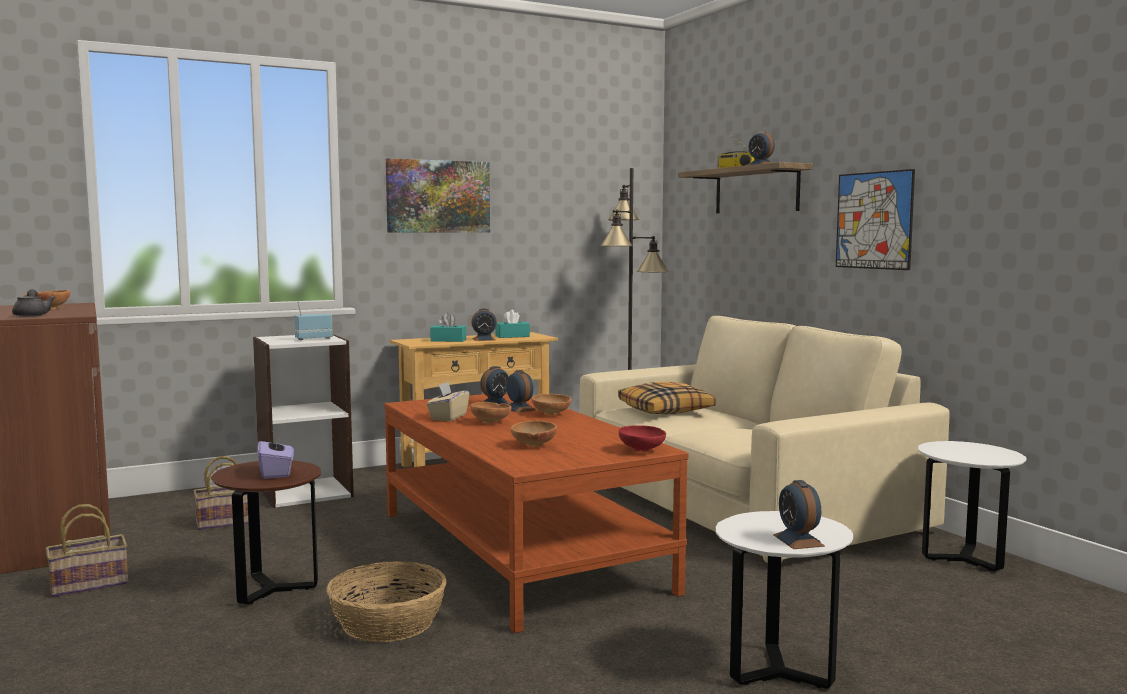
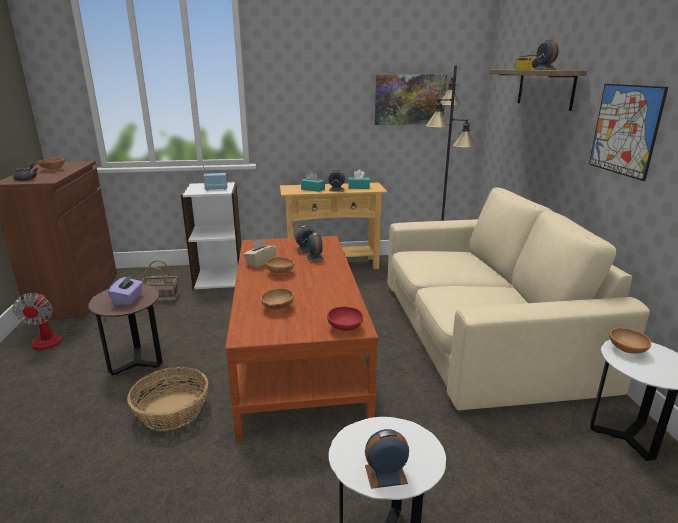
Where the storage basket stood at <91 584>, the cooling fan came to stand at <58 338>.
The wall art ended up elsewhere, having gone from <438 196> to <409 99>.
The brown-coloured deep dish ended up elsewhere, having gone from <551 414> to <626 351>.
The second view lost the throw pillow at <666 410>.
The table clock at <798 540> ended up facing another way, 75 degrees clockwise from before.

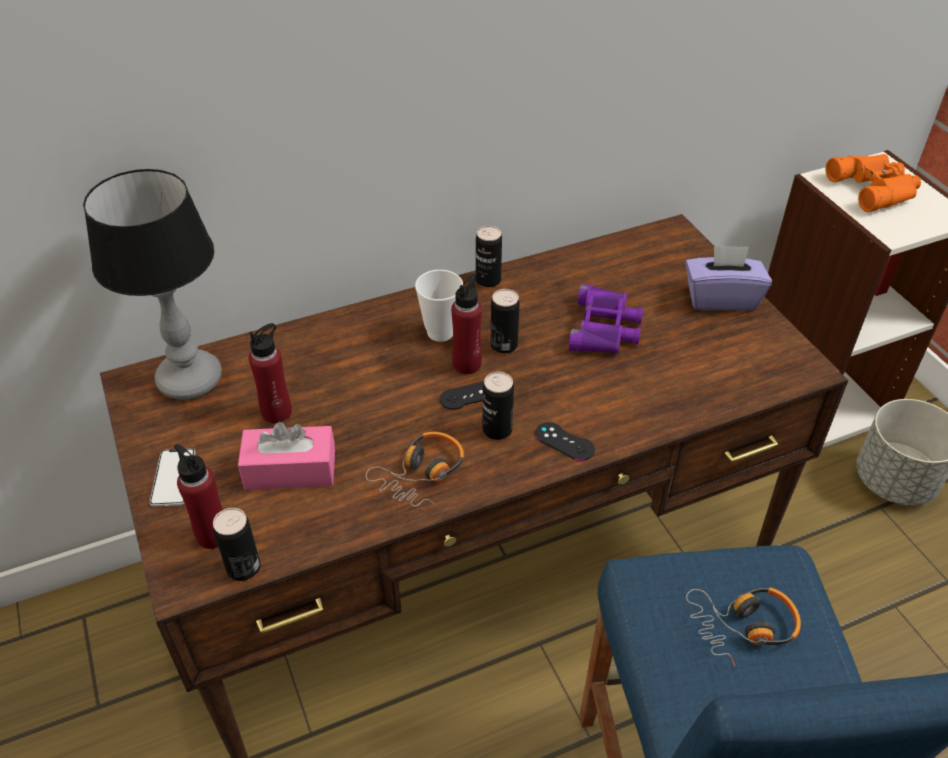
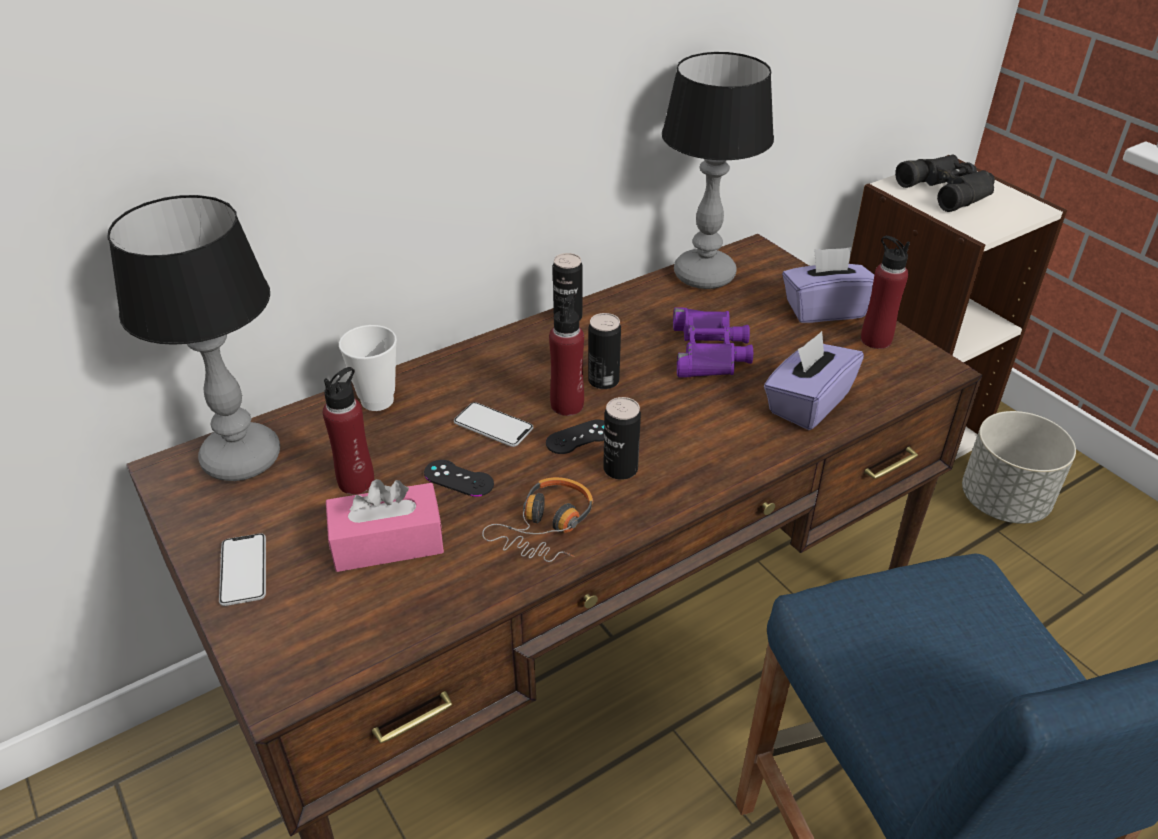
The red drink bottle ended up elsewhere, having gone from <213 535> to <875 339>.
The second view lost the sealed can at <243 567>.
The cup ended up elsewhere, having gone from <440 332> to <377 401>.
The black game controller ended up elsewhere, having gone from <564 441> to <458 478>.
The second view lost the headphones at <743 627>.
What was the orangey pair of binoculars at <875 188> turned into the black pair of binoculars at <949 190>.
The second view gained the telephone at <493 426>.
The second view gained the table lamp at <703 275>.
The second view gained the purple box of tissues at <807 403>.

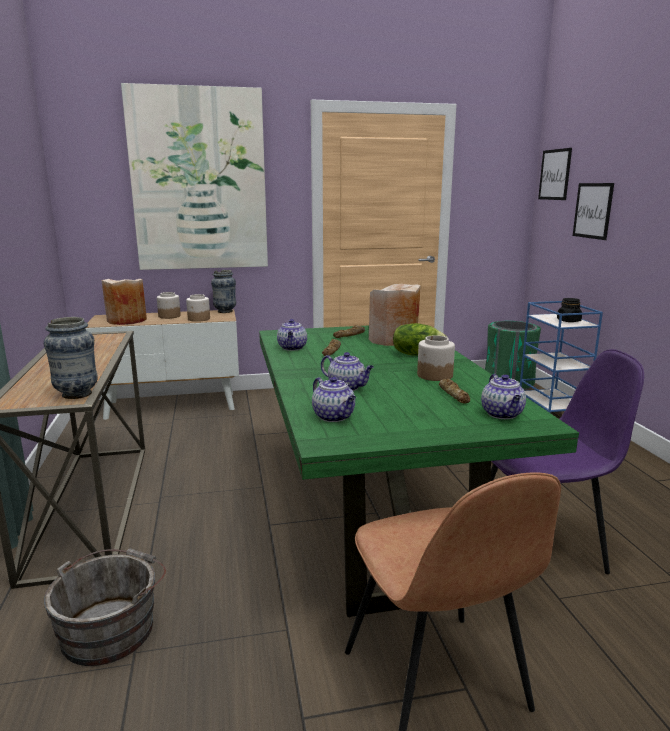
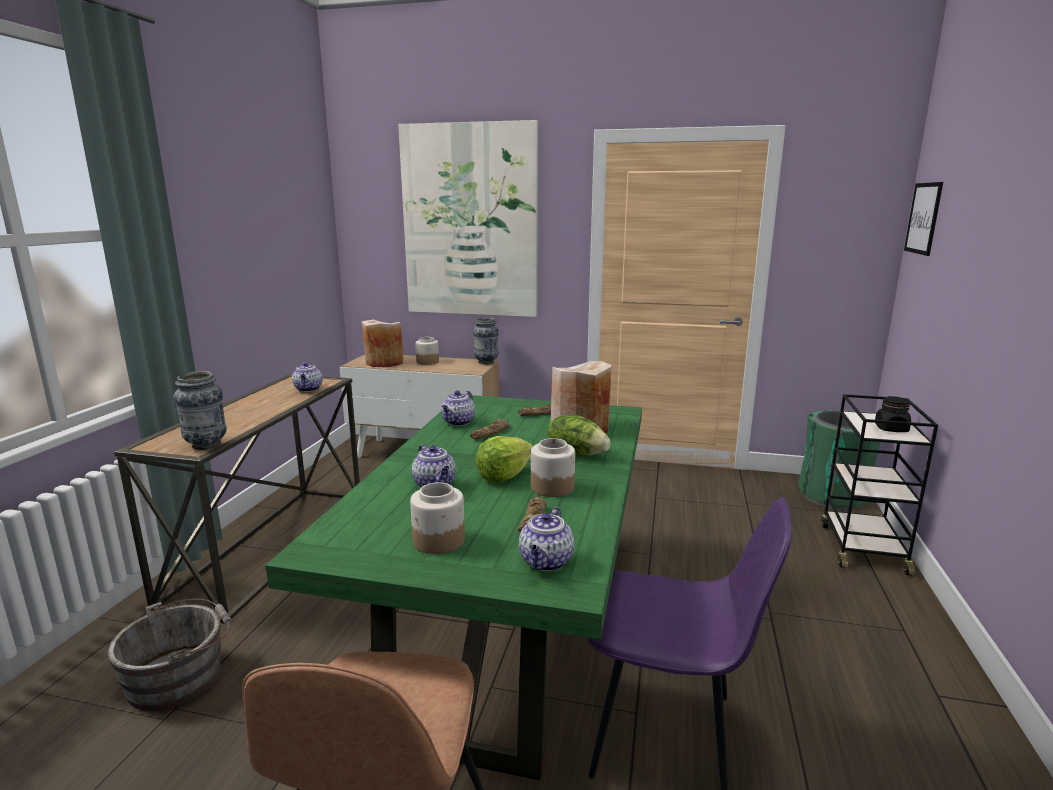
The storage jar ended up elsewhere, having gone from <199 319> to <438 541>.
The tea pot ended up elsewhere, having gone from <334 417> to <308 389>.
What was the blue trolley at <551 411> turned into the black trolley at <862 548>.
The second view lost the wall art at <593 210>.
The second view gained the lettuce head at <504 476>.

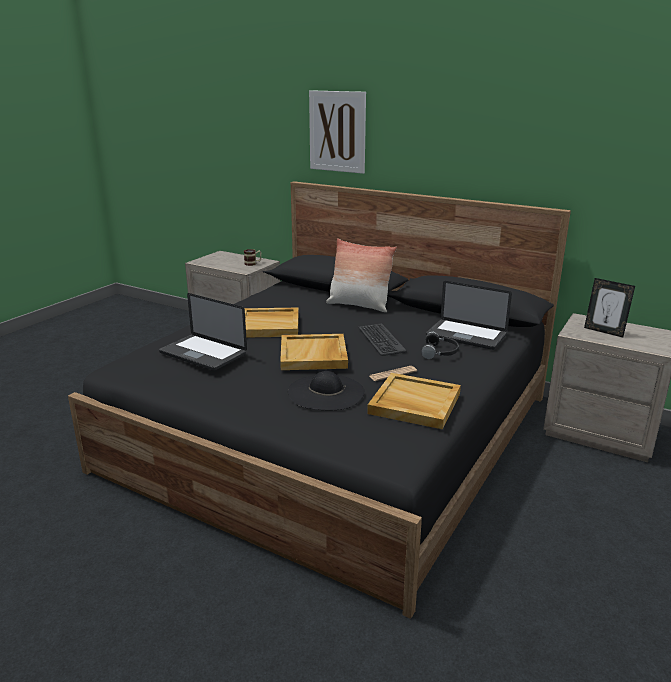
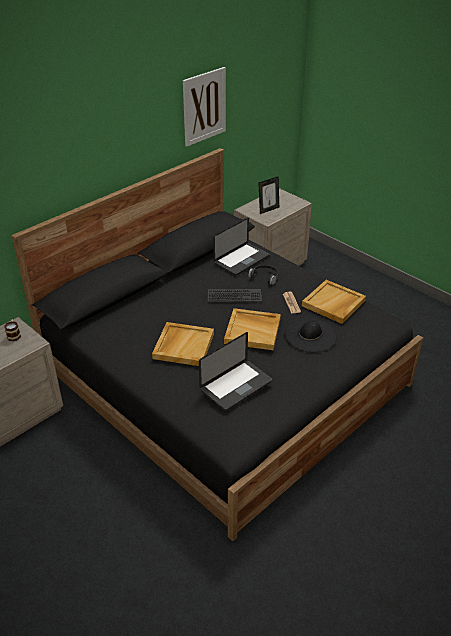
The wall art ended up elsewhere, having gone from <337 131> to <204 106>.
The second view lost the throw pillow at <359 305>.

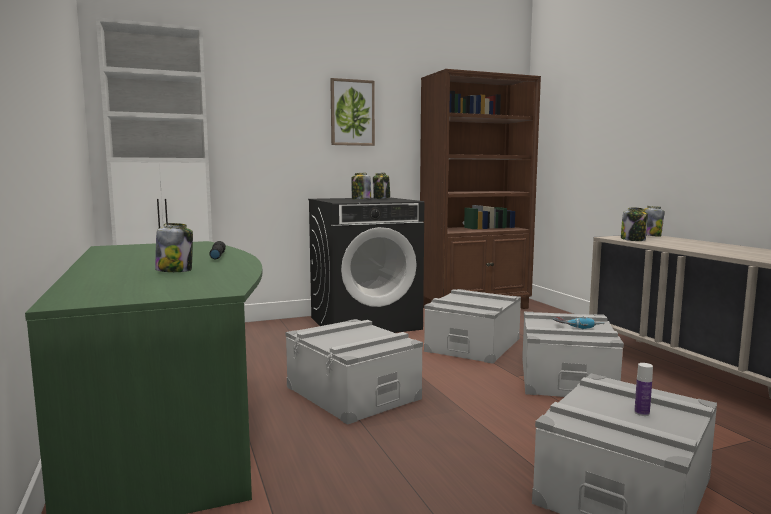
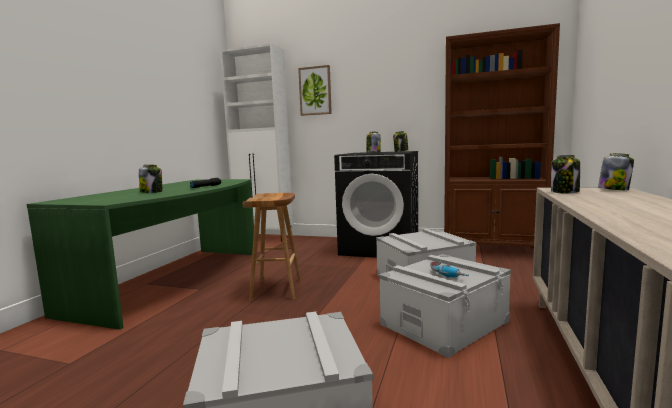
Where the gray storage box stood at <353 393>, the brown-coloured stool seat came to stand at <277 290>.
The wall art ended up elsewhere, having gone from <352 112> to <315 91>.
The second view lost the drink bottle at <641 413>.

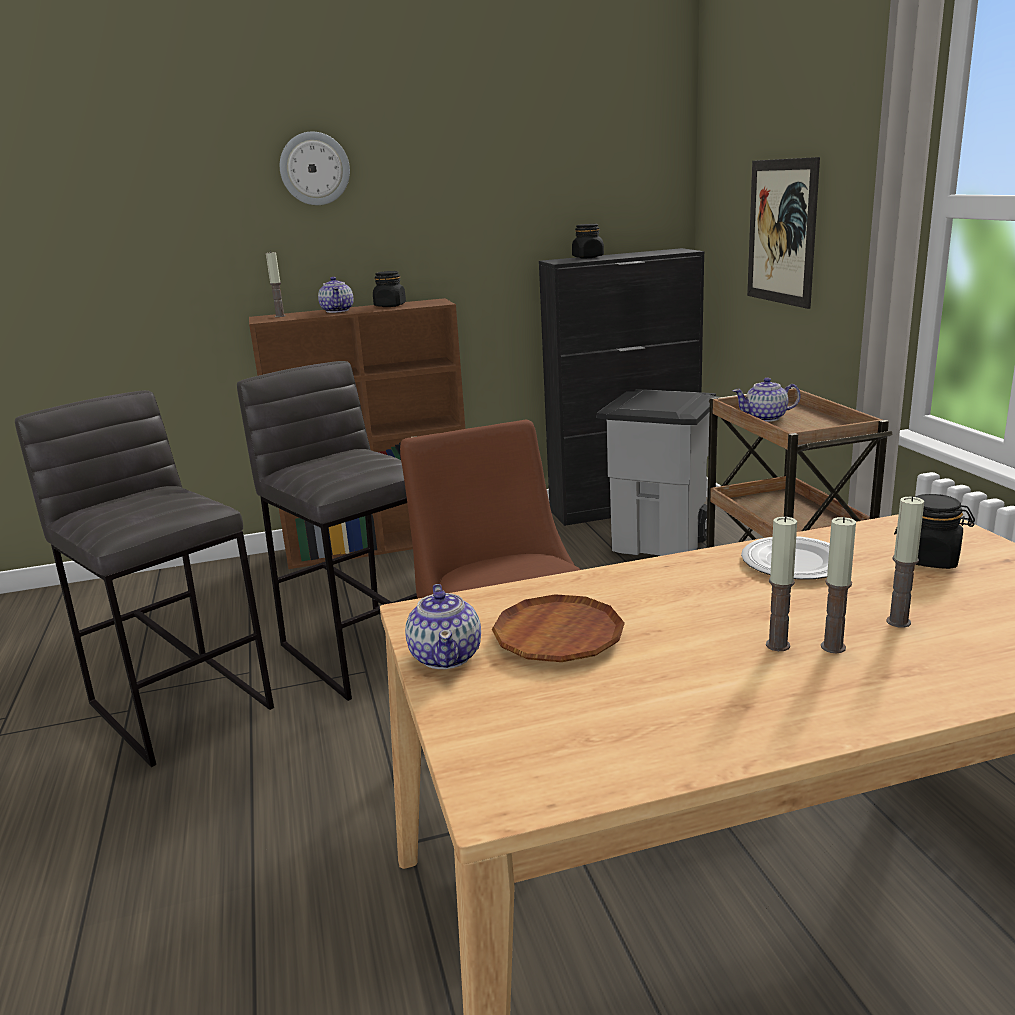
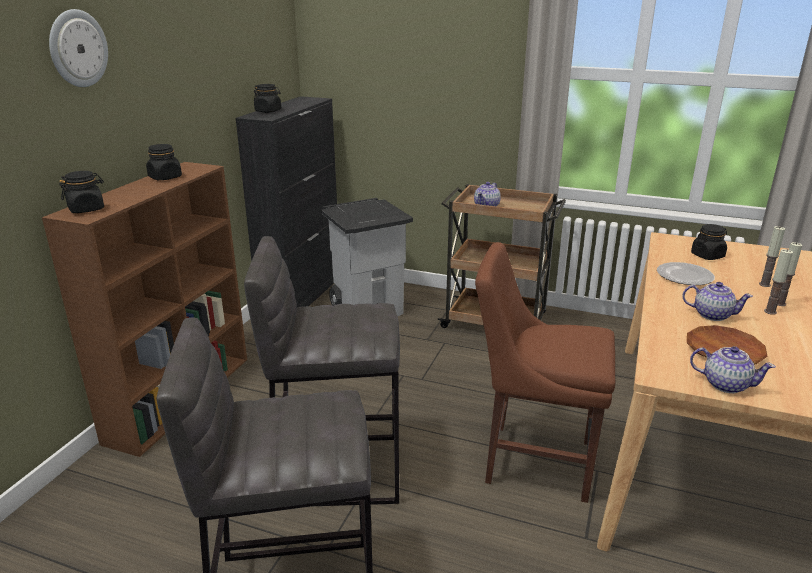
Where the wax candle stood at <280 316>, the black storage jar came to stand at <86 209>.
The tea pot ended up elsewhere, having gone from <337 310> to <712 315>.
The second view lost the wall art at <781 232>.

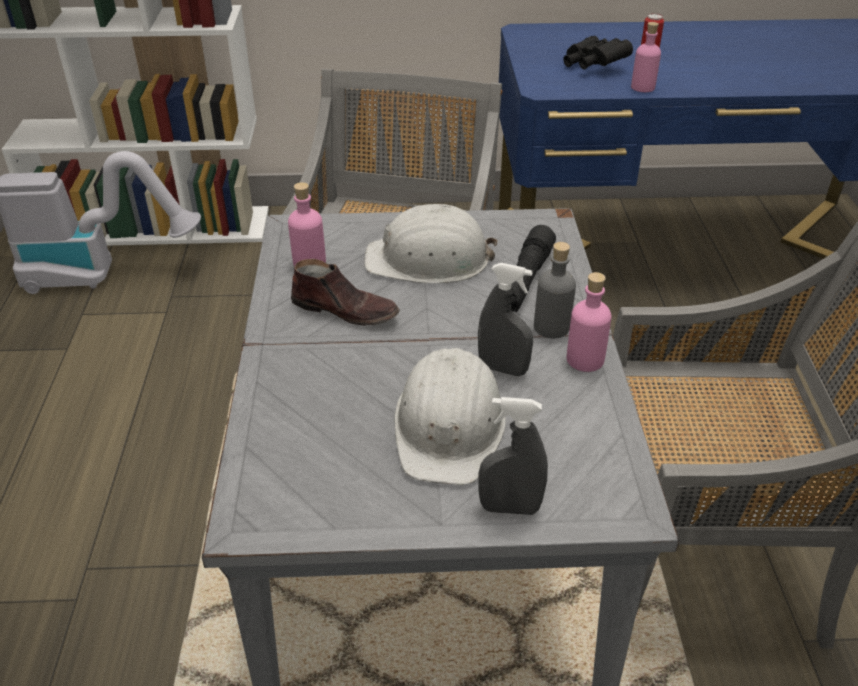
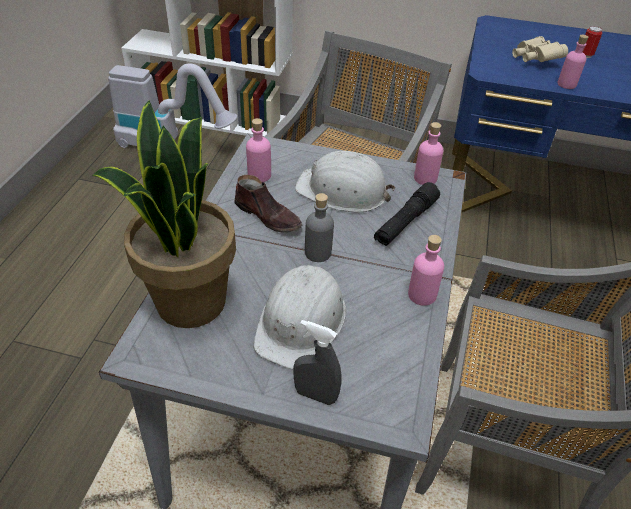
The second view lost the gray spray bottle at <503 369>.
The gray drink bottle ended up elsewhere, having gone from <551 327> to <318 253>.
What was the black pair of binoculars at <592 66> turned into the beige pair of binoculars at <534 60>.
The second view gained the plant in a pot at <189 301>.
The second view gained the pinkish drink bottle at <425 178>.

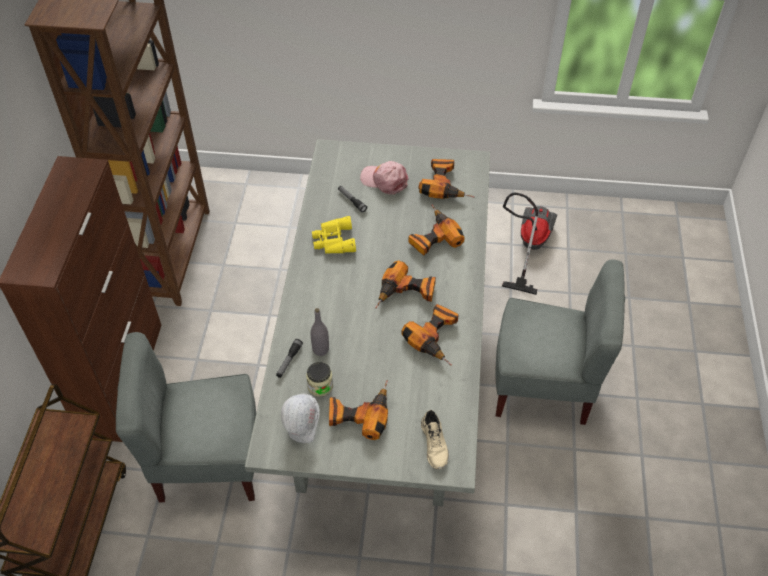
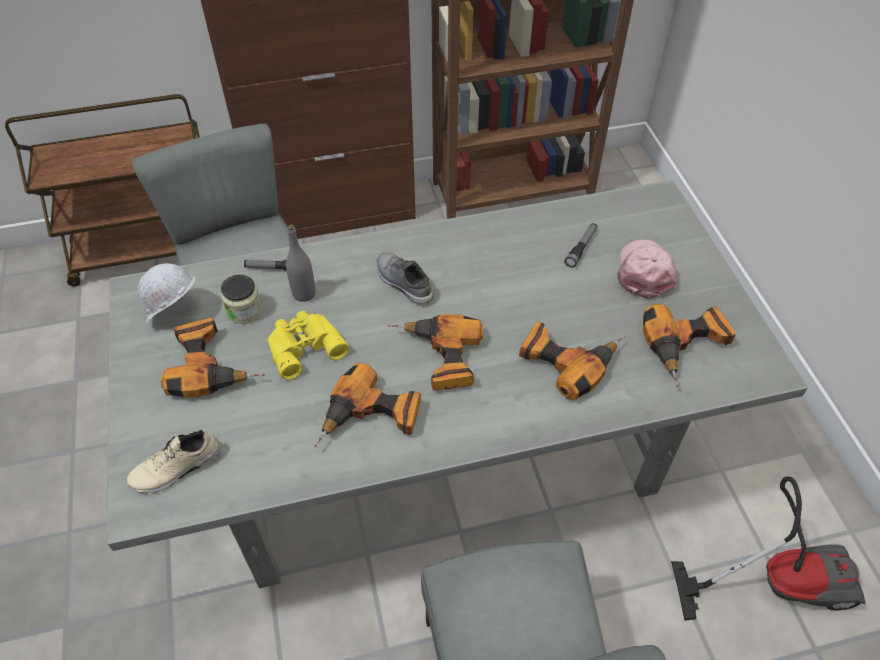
The yellowish pair of binoculars ended up elsewhere, having gone from <333 240> to <303 345>.
The second view gained the gray shoe at <403 283>.

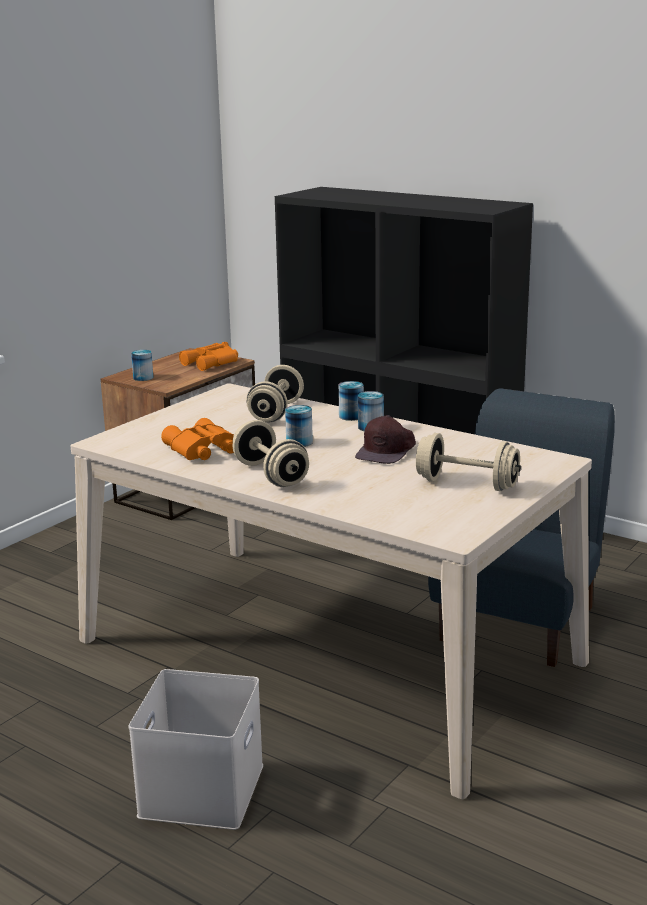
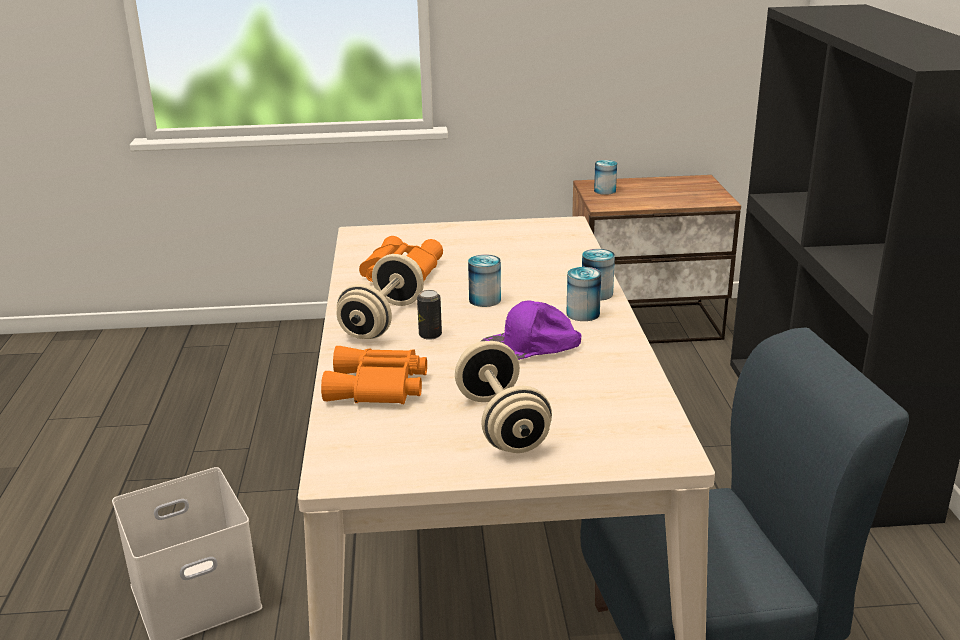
The orangey pair of binoculars ended up elsewhere, having gone from <212 363> to <378 388>.
The second view lost the beige free weight at <276 412>.
What was the brown-coloured peaked cap at <387 451> turned into the purple peaked cap at <531 346>.
The second view gained the sealed can at <430 335>.

